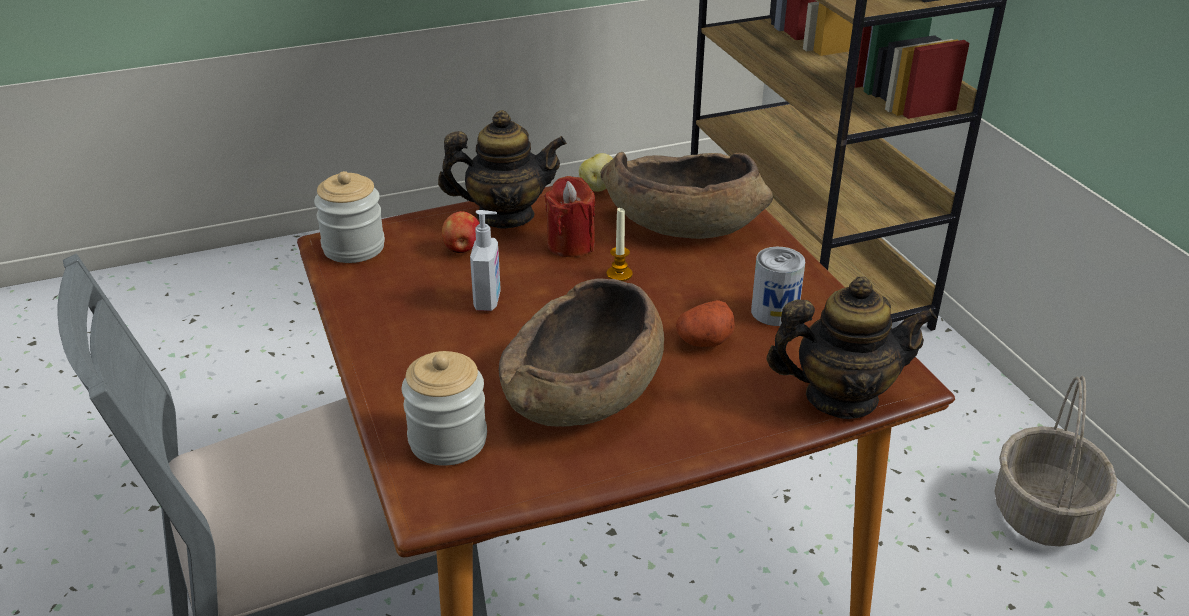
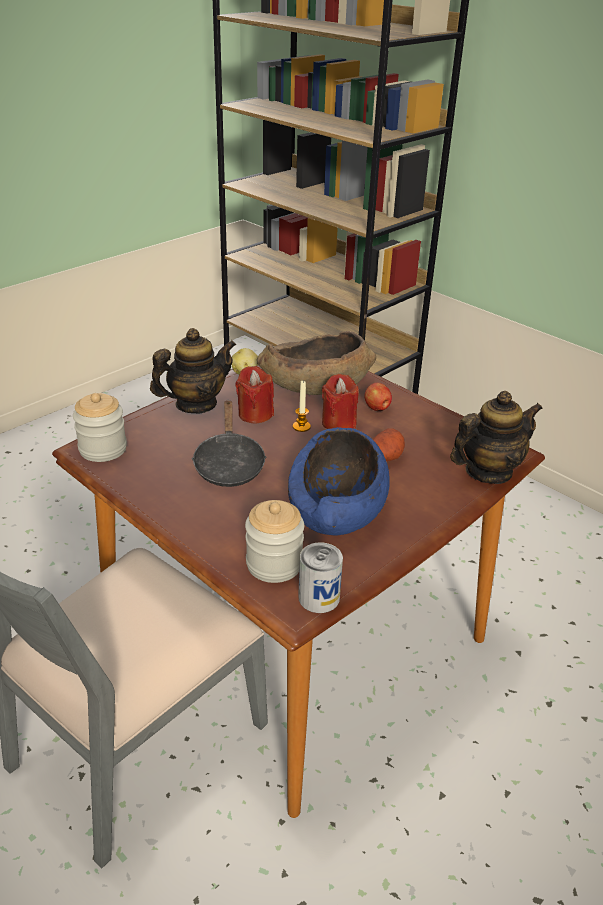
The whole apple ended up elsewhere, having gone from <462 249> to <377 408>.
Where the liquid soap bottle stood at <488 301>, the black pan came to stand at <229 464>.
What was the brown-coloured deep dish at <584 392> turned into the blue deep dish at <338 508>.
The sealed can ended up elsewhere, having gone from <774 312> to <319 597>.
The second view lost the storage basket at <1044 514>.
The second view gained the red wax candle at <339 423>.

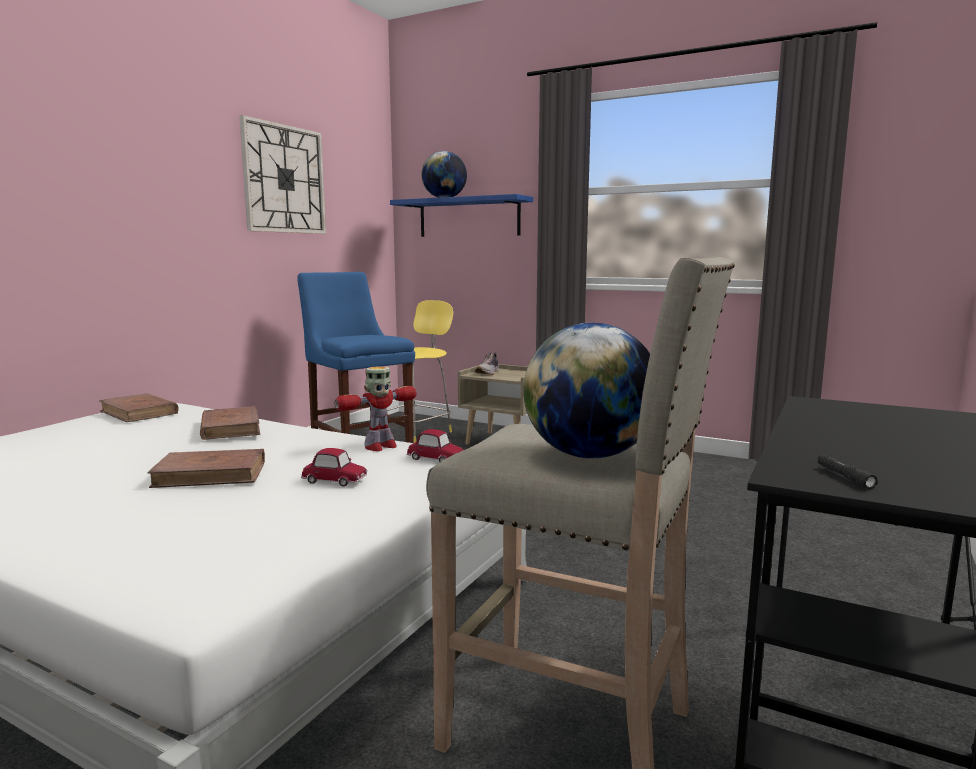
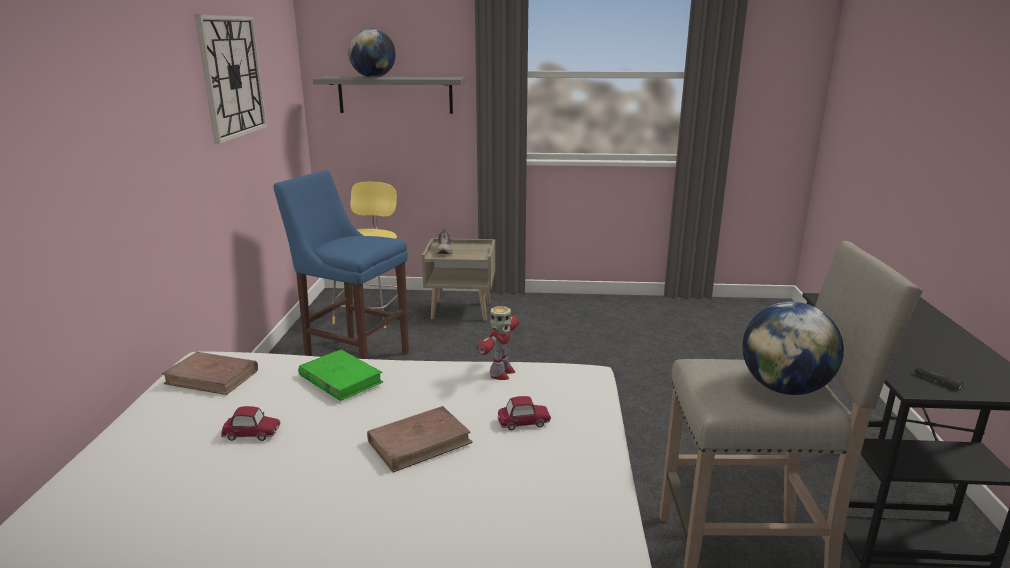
What was the brown-coloured volume at <230 428> turned into the greenish volume at <340 379>.
What was the blue wall shelf at <469 218> turned into the gray wall shelf at <395 95>.
The miniature car ended up elsewhere, having gone from <435 458> to <252 433>.

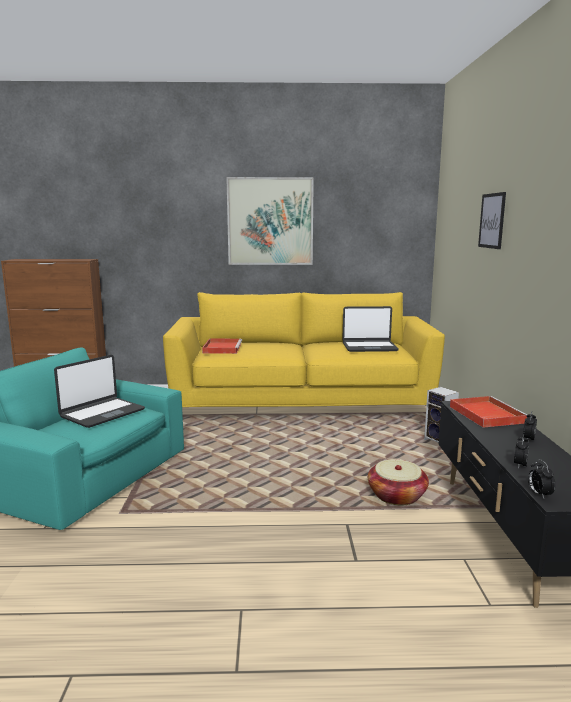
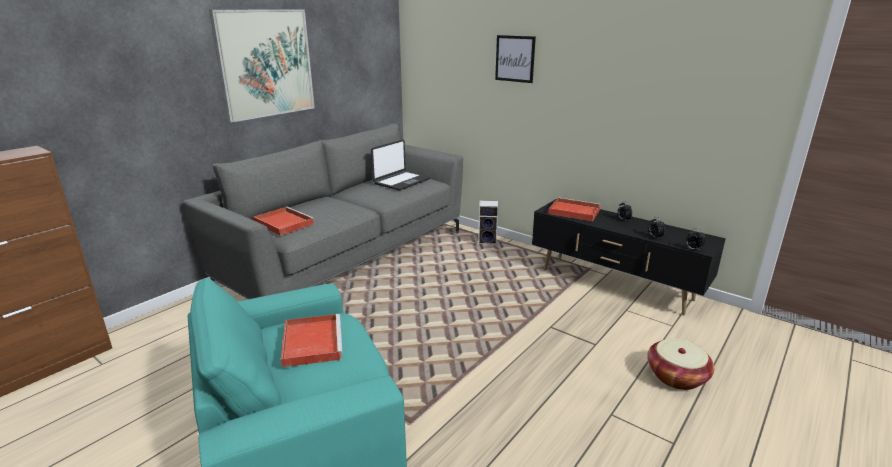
Where the portable computer stood at <102 413>, the red tray came to stand at <311 341>.
What was the yellowish settee at <301 408> turned into the gray settee at <348 258>.
The storage basket ended up elsewhere, having gone from <396 496> to <676 376>.

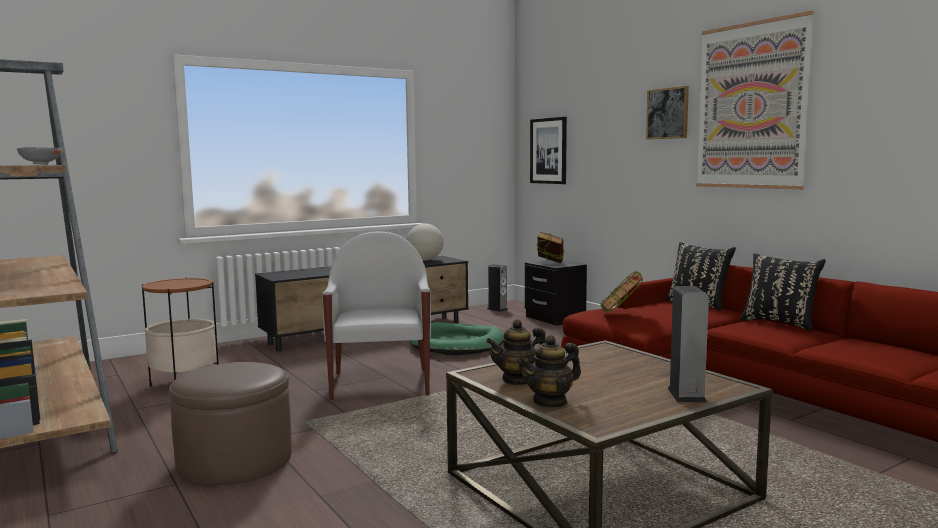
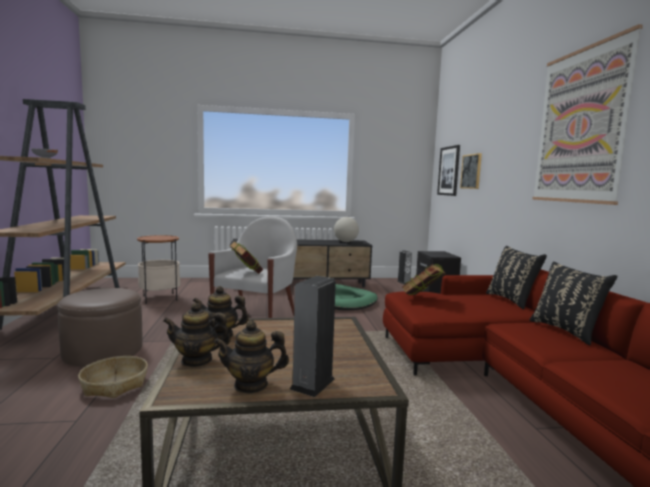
The volume ended up elsewhere, having gone from <550 264> to <246 273>.
The wall art ended up elsewhere, having gone from <667 113> to <471 171>.
The second view gained the storage basket at <114 384>.
The second view gained the tea pot at <251 385>.

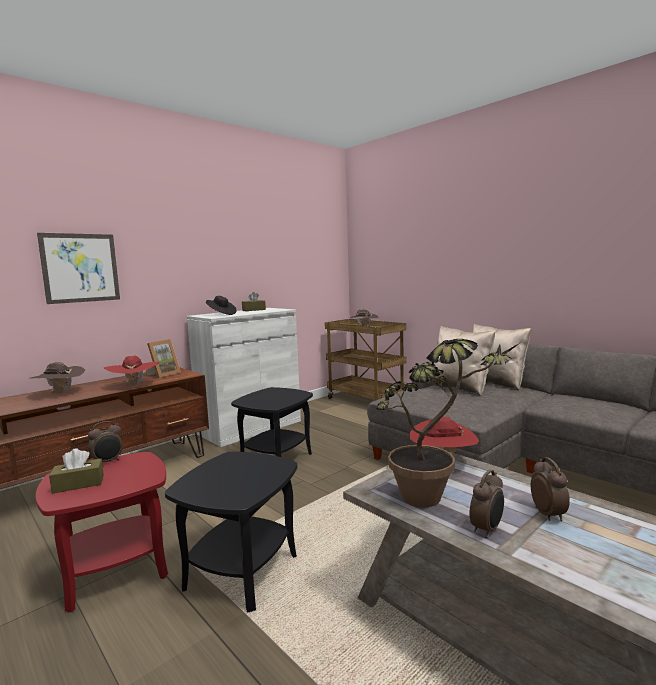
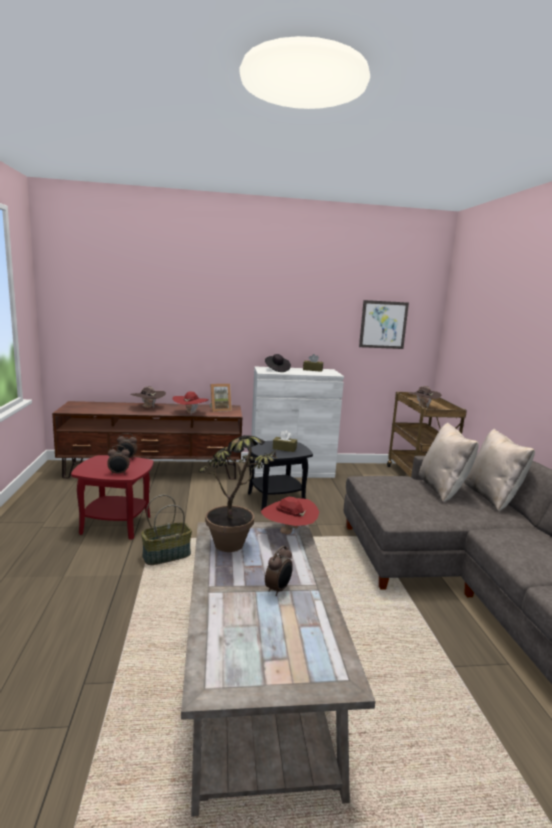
The wall art ended up elsewhere, having gone from <80 268> to <383 324>.
The brown-coloured box of tissues ended up elsewhere, having gone from <78 484> to <284 448>.
Where the black side table stood at <241 571>, the storage basket came to stand at <167 555>.
The table clock ended up elsewhere, having gone from <487 529> to <119 473>.

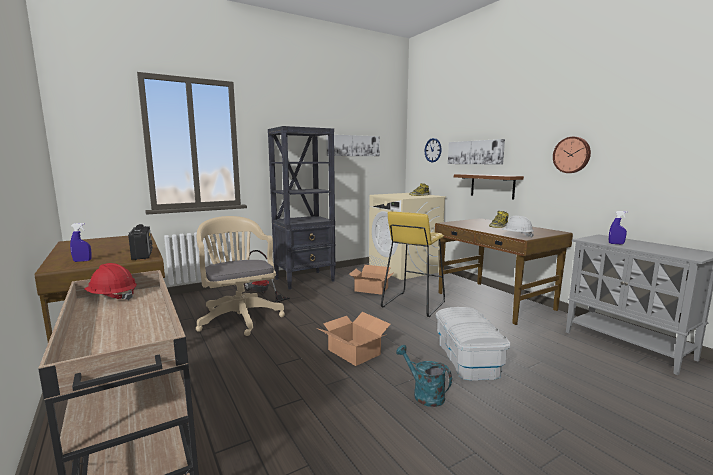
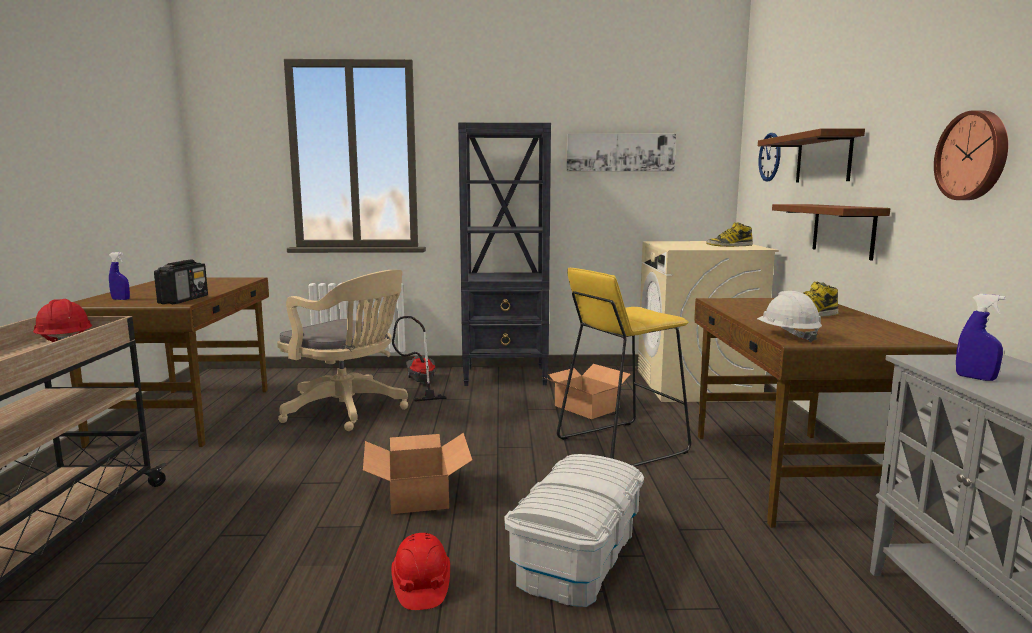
The beige desk chair at <239 317> ended up facing another way, 120 degrees clockwise from before.
Where the turquoise watering pot stood at <424 394>, the red work helmet came to stand at <421 586>.
Where the wall art hung at <475 152>, the brown-coloured wall shelf came to hang at <823 158>.

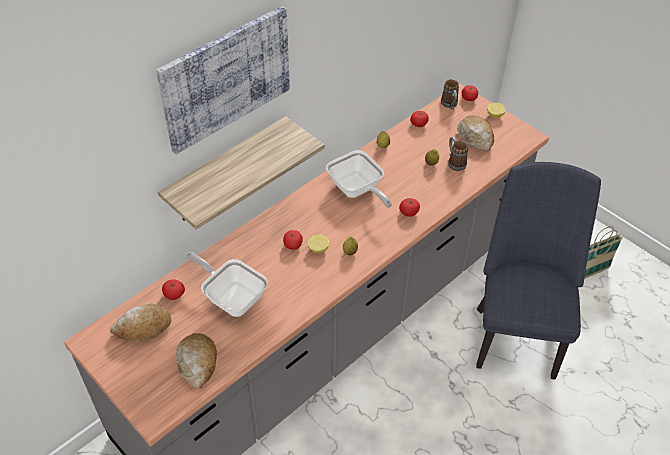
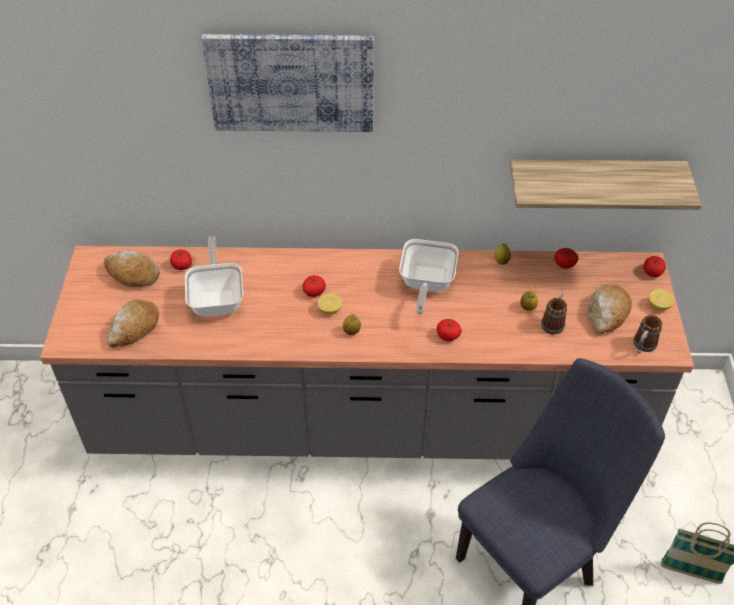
The wall shelf ended up elsewhere, having gone from <227 171> to <593 182>.
The mug ended up elsewhere, having gone from <450 105> to <642 347>.

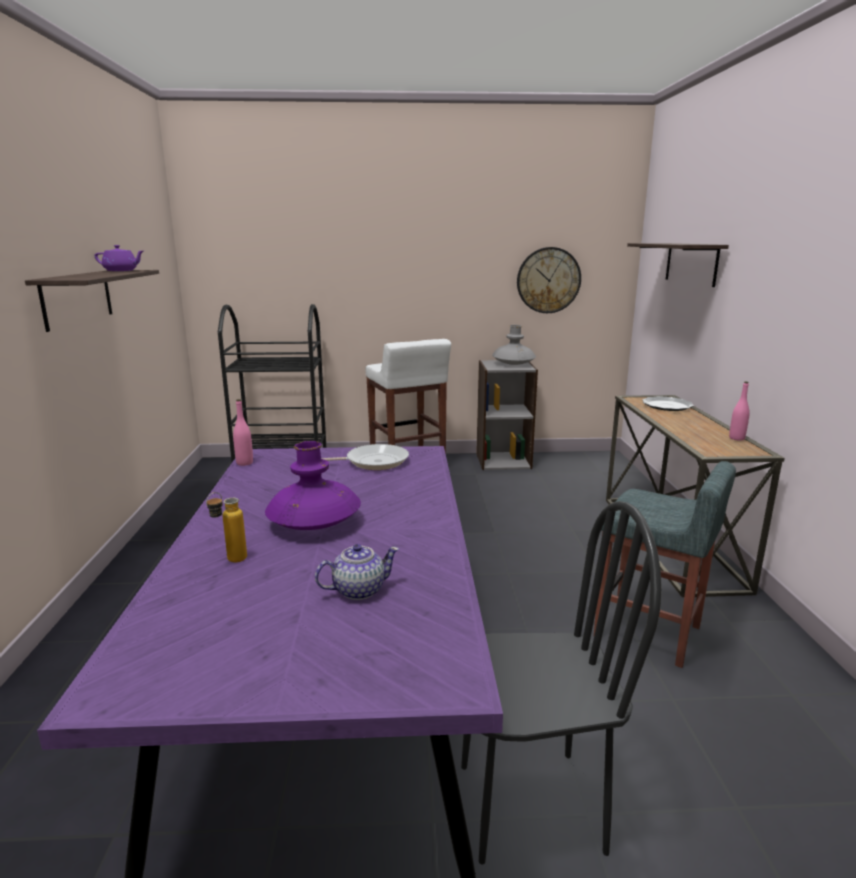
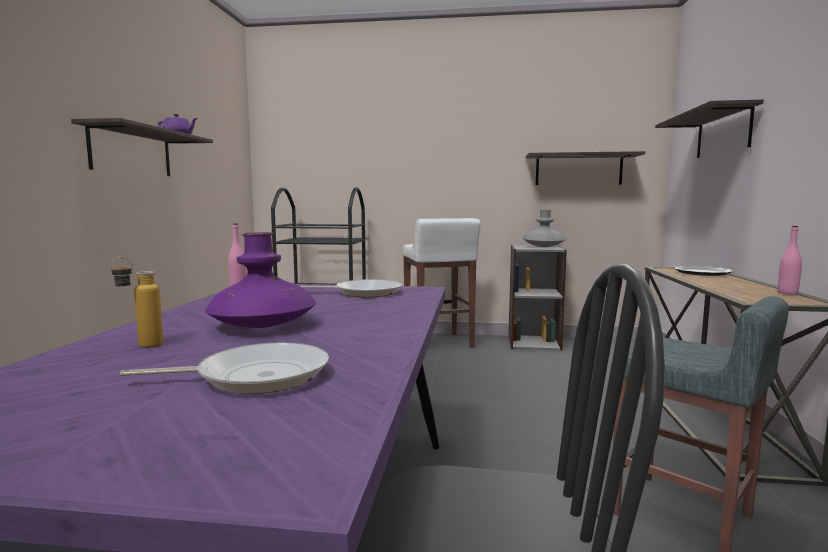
Where the tea pot stood at <358 590>, the pan came to stand at <256 376>.
Where the clock on the wall hung at <548 280>, the wall shelf came to hang at <578 170>.

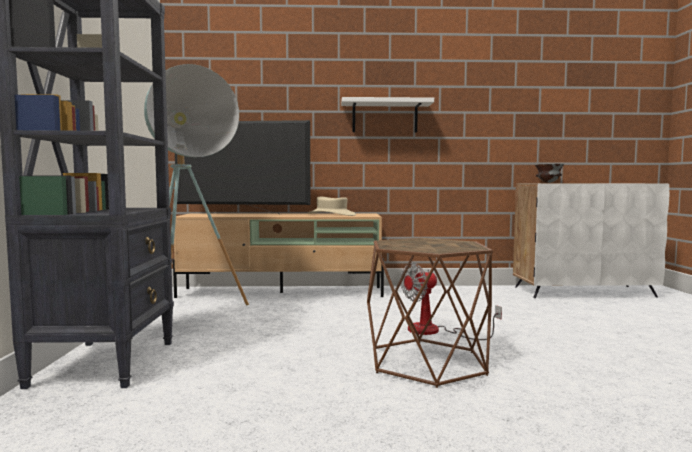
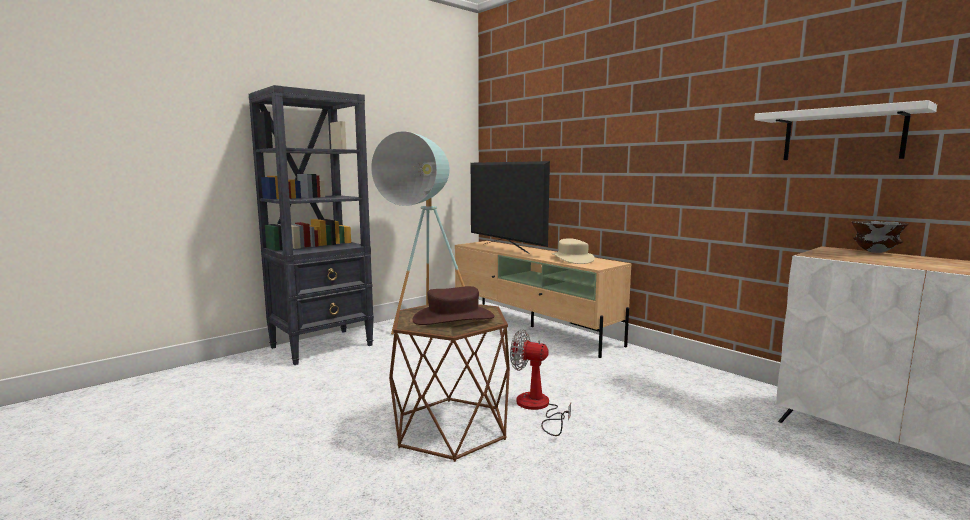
The whitish wall shelf ended up elsewhere, having gone from <384 117> to <842 135>.
The second view gained the brown-coloured clothing hat at <453 318>.

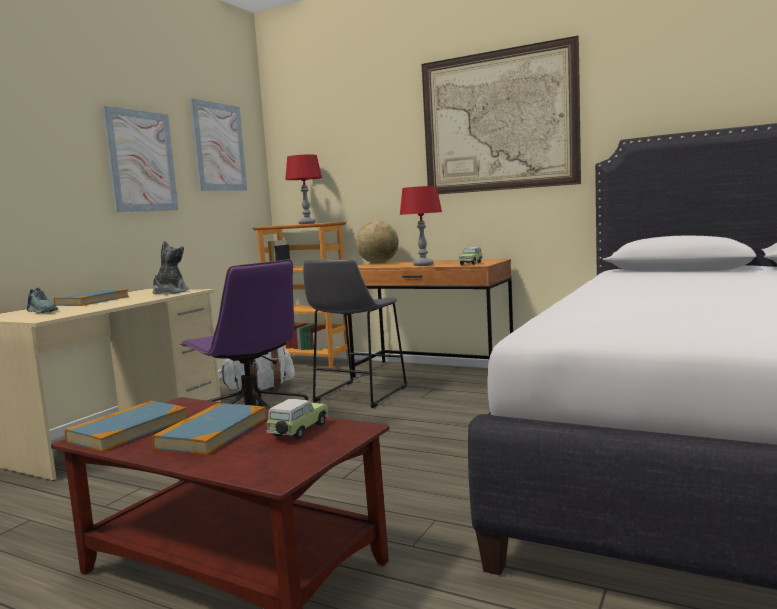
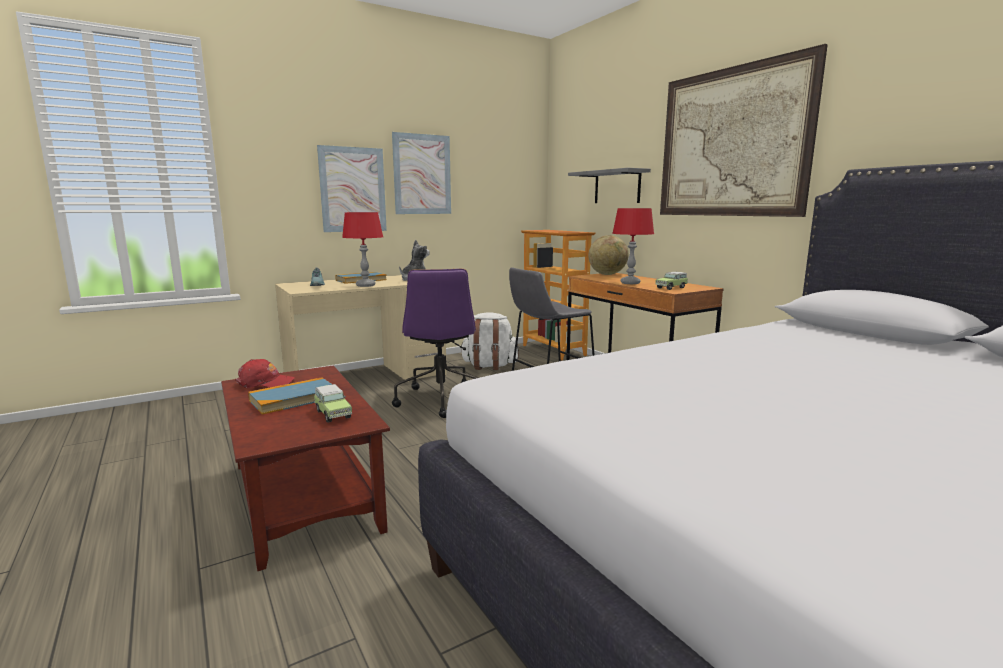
Where the volume stood at <129 430>, the red peaked cap came to stand at <265 383>.
The wall art ended up elsewhere, having gone from <219 147> to <353 190>.
The miniature car at <298 431> ended up facing another way, 90 degrees clockwise from before.
The red table lamp ended up elsewhere, having gone from <307 223> to <365 285>.
The second view gained the gray wall shelf at <617 187>.

